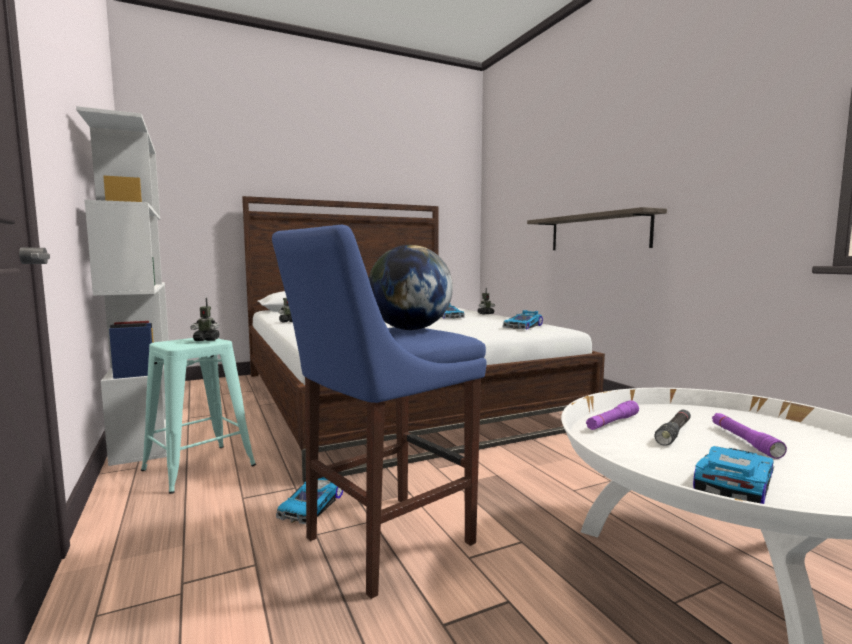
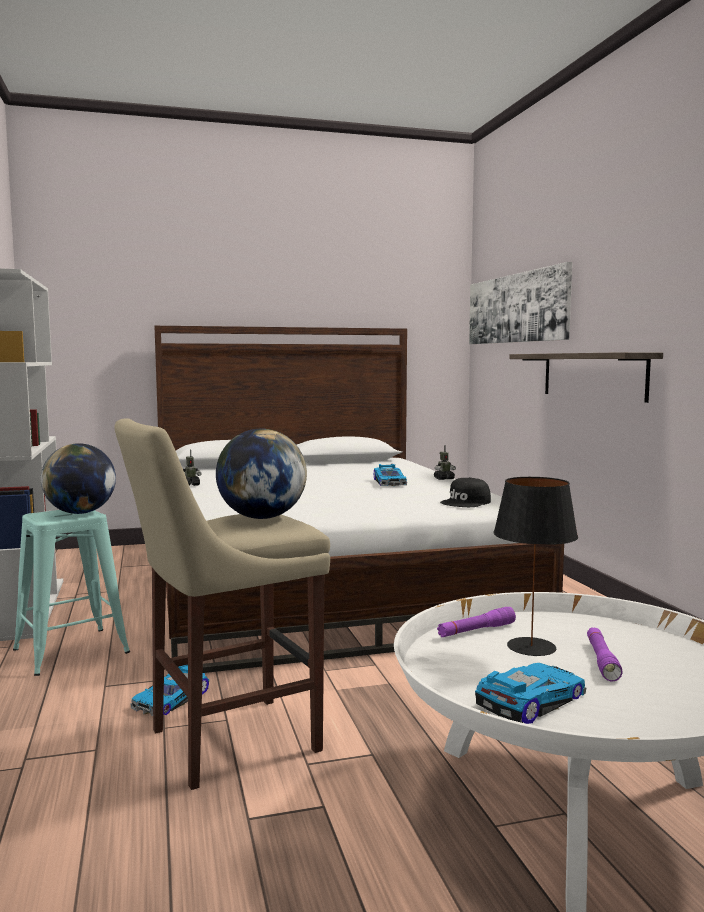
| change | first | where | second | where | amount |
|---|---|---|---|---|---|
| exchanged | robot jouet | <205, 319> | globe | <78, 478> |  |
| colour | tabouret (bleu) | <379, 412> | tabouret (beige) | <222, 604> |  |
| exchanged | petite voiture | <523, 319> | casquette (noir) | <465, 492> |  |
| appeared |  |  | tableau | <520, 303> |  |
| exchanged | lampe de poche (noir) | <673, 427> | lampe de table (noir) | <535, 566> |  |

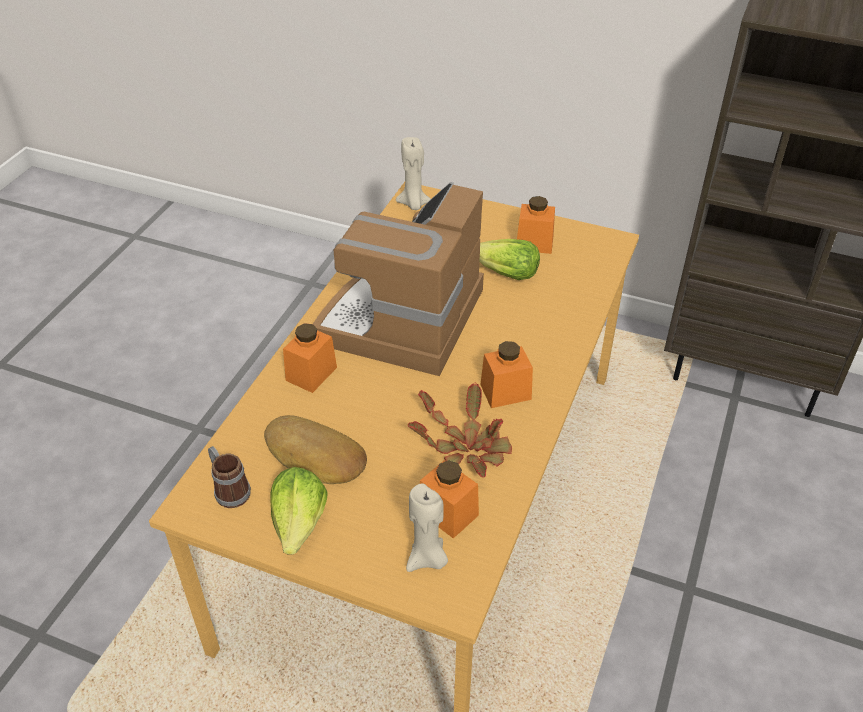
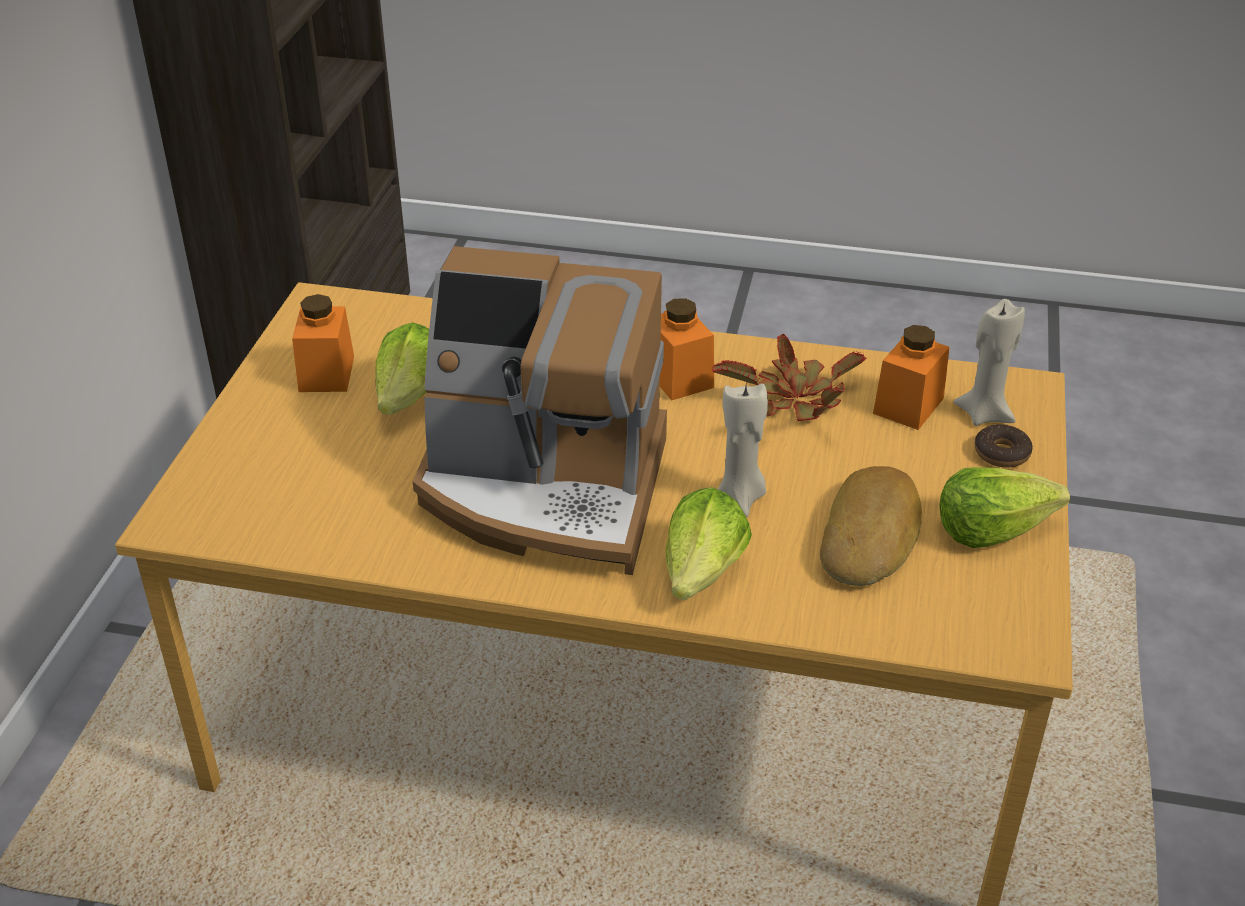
| change | first | where | second | where | amount |
|---|---|---|---|---|---|
| exchanged | bocal (orange) | <310, 358> | laitue | <709, 543> |  |
| relocated | bougie (beige) | <413, 173> |  | <743, 450> |  |
| appeared |  |  | beignet | <1004, 446> |  |
| missing | mug | <229, 477> |  |  |  |

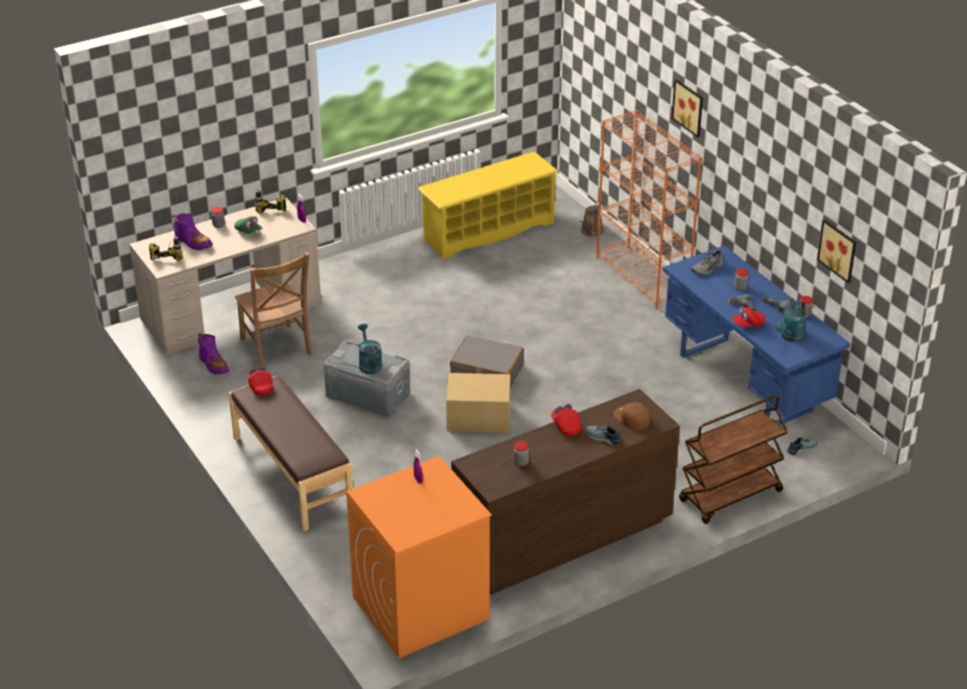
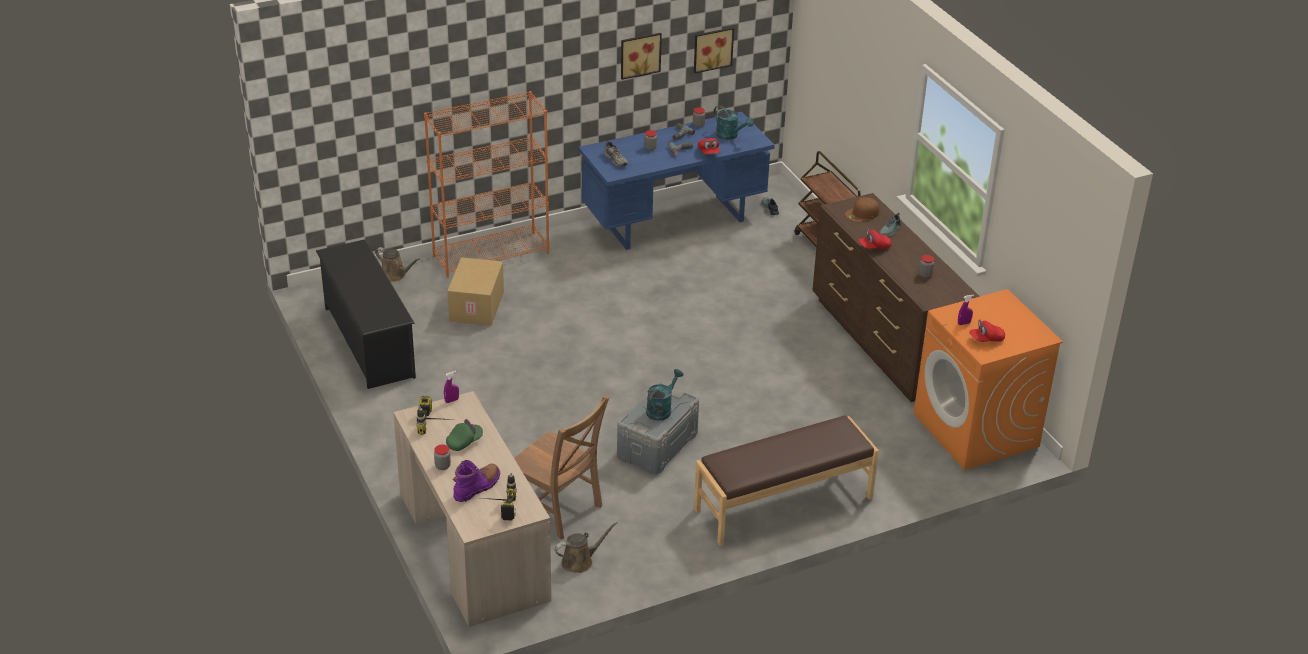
| change | first | where | second | where | amount |
|---|---|---|---|---|---|
| colour | étagère à chaussures (jaune) | <488, 205> | étagère à chaussures (noir) | <366, 314> |  |
| relocated | carton | <478, 403> |  | <475, 291> |  |
| spun | chaise (marron) | <274, 309> |  | <562, 467> | 60 degrees clockwise |
| exchanged | botte (violet) | <213, 354> | arrosoir (marron) | <586, 547> |  |
| relocated | tableau | <687, 108> |  | <641, 56> |  |
| spun | arrosoir (turquoise) | <370, 349> |  | <664, 395> | 135 degrees clockwise |
| relocated | casquette (rouge) | <260, 381> |  | <987, 331> |  |
| missing | valise (gris) | <487, 361> |  |  |  |

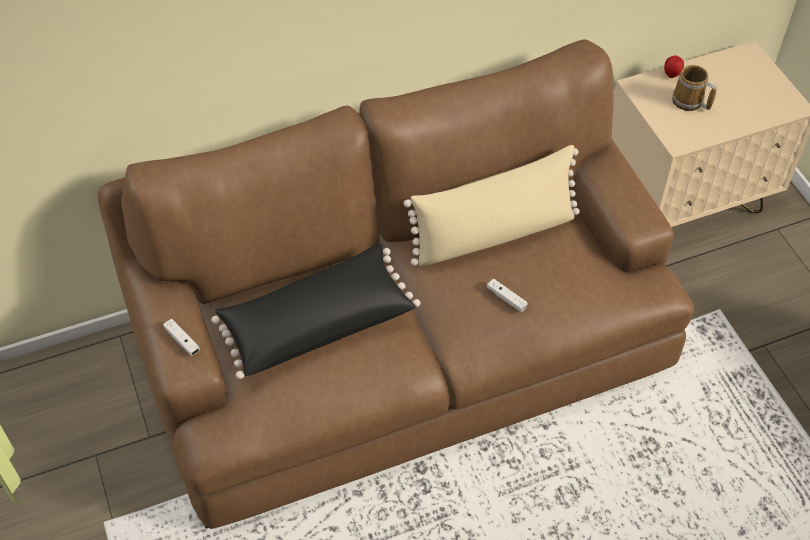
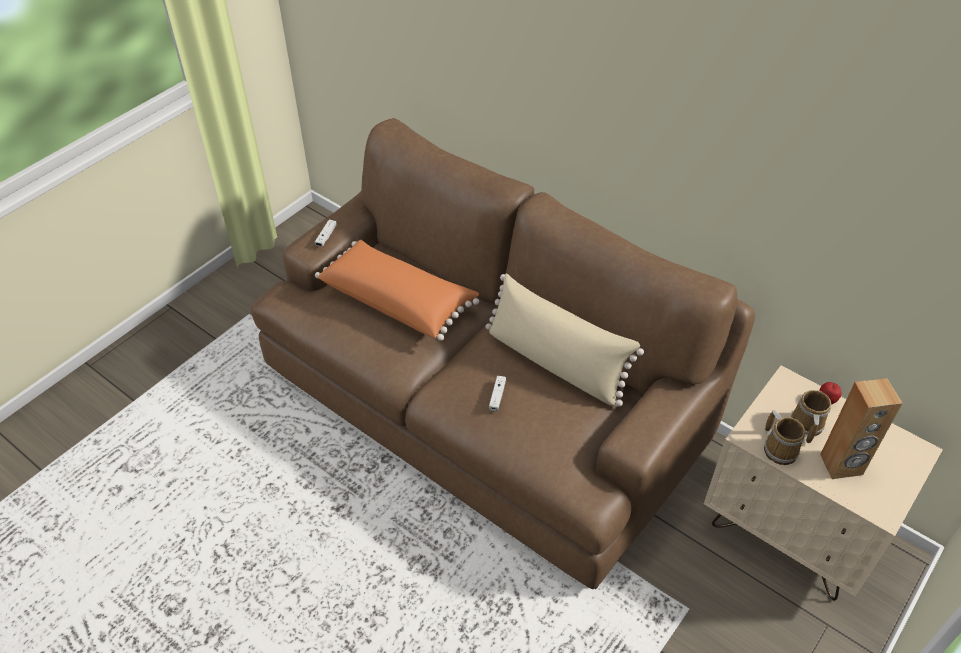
| change | first | where | second | where | amount |
|---|---|---|---|---|---|
| colour | coussin (noir) | <315, 311> | coussin (orange) | <397, 290> |  |
| appeared |  |  | mug | <784, 437> |  |
| appeared |  |  | enceinte (marron) | <861, 428> |  |

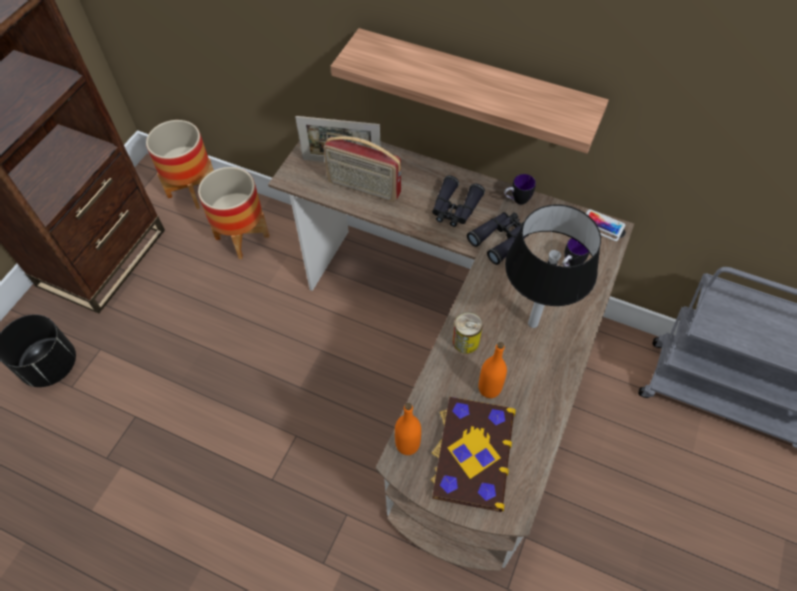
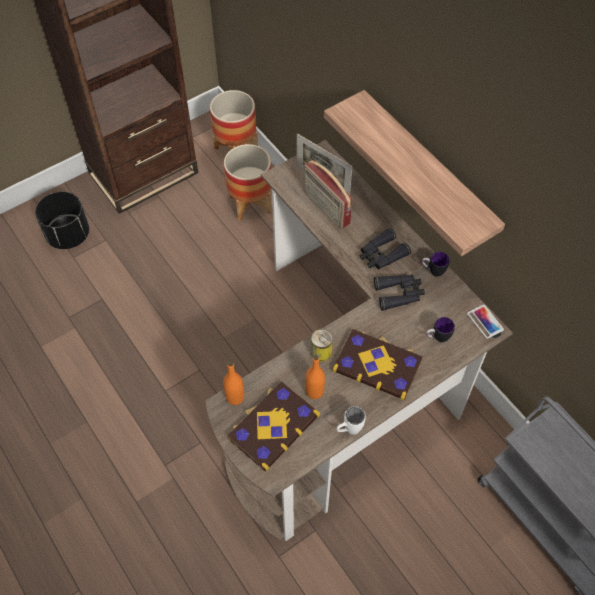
| change | first | where | second | where | amount |
|---|---|---|---|---|---|
| exchanged | lampe de table (noir) | <553, 266> | livre | <377, 364> |  |
| appeared |  |  | mug (blanc) | <351, 420> |  |

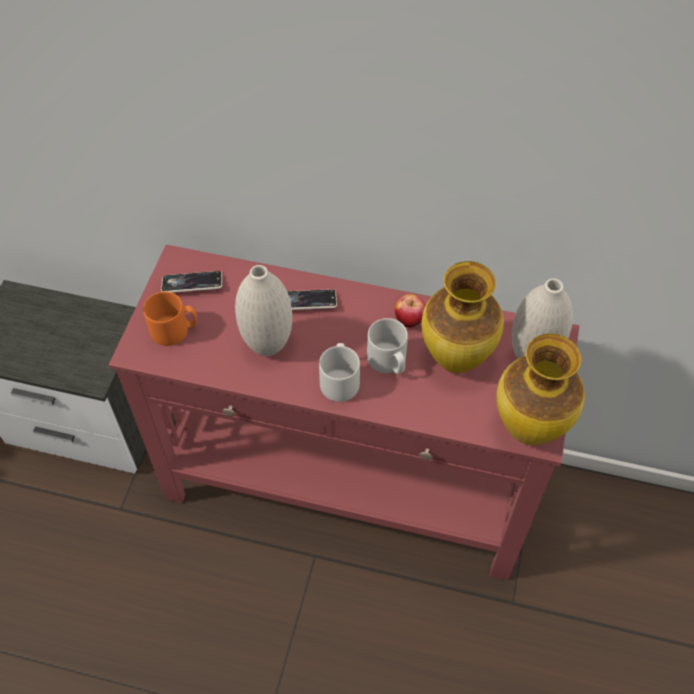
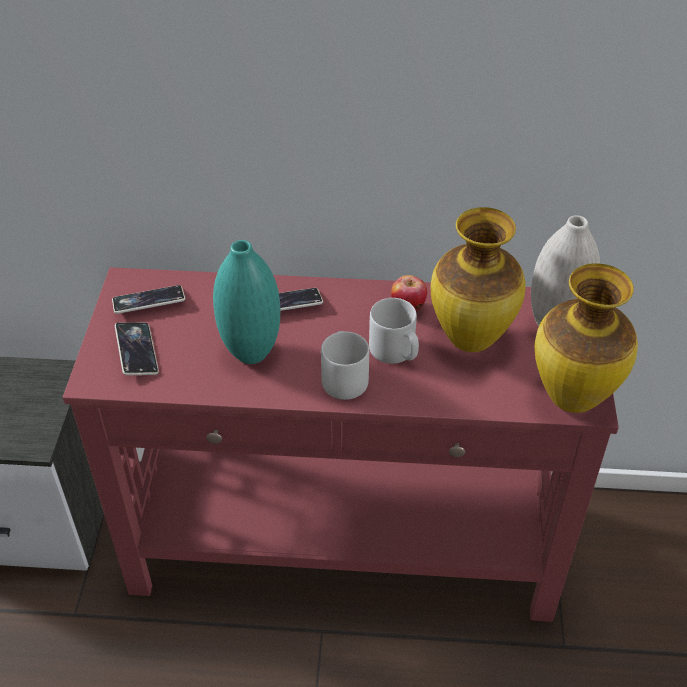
| change | first | where | second | where | amount |
|---|---|---|---|---|---|
| exchanged | mug (orange) | <170, 318> | téléphone | <137, 349> |  |
| colour | vase (blanc) | <263, 310> | vase (turquoise) | <246, 302> |  |

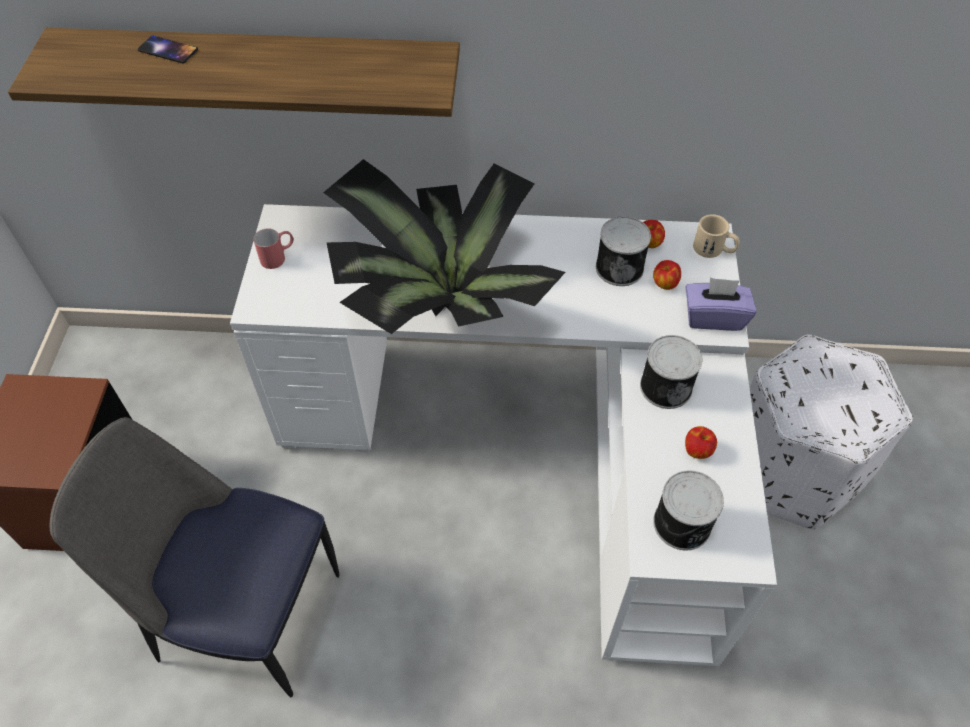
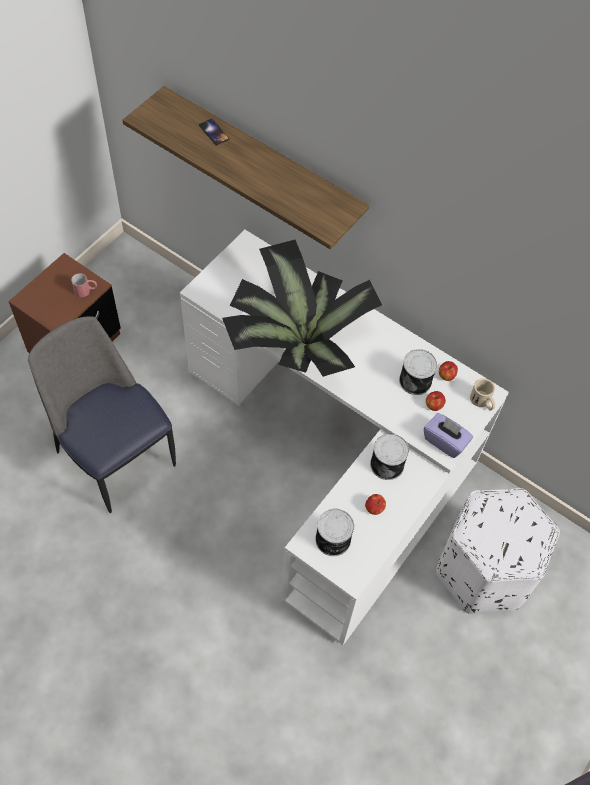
| change | first | where | second | where | amount |
|---|---|---|---|---|---|
| relocated | mug (rouge) | <273, 248> |  | <84, 285> |  |

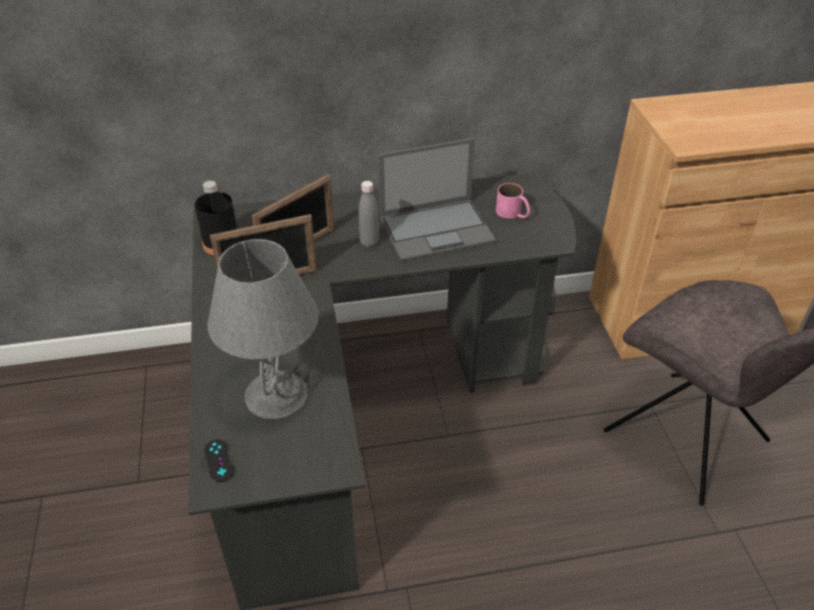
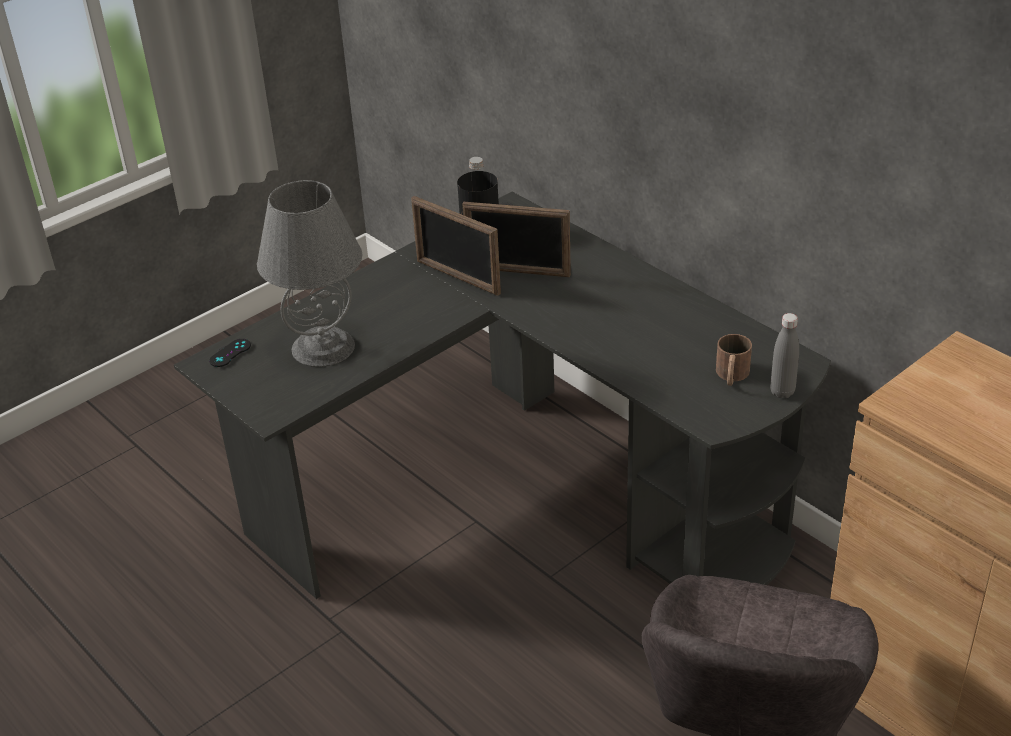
| change | first | where | second | where | amount |
|---|---|---|---|---|---|
| colour | mug (rose) | <513, 201> | mug (marron) | <734, 360> |  |
| relocated | bouteille (gris) | <369, 214> |  | <784, 355> |  |
| missing | ordinateur portable | <437, 200> |  |  |  |

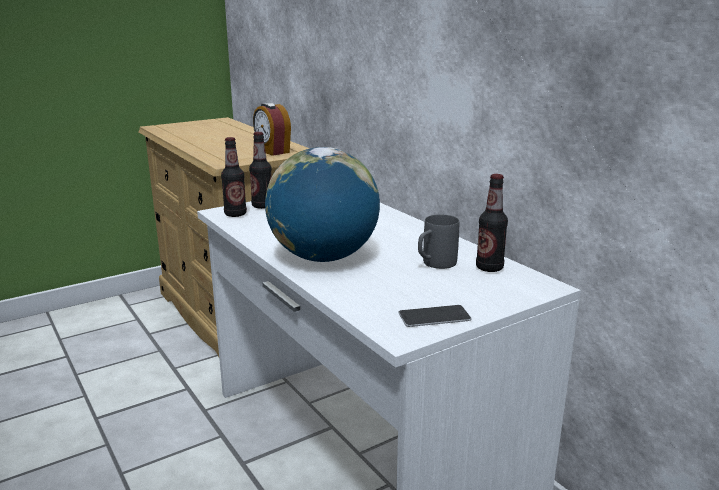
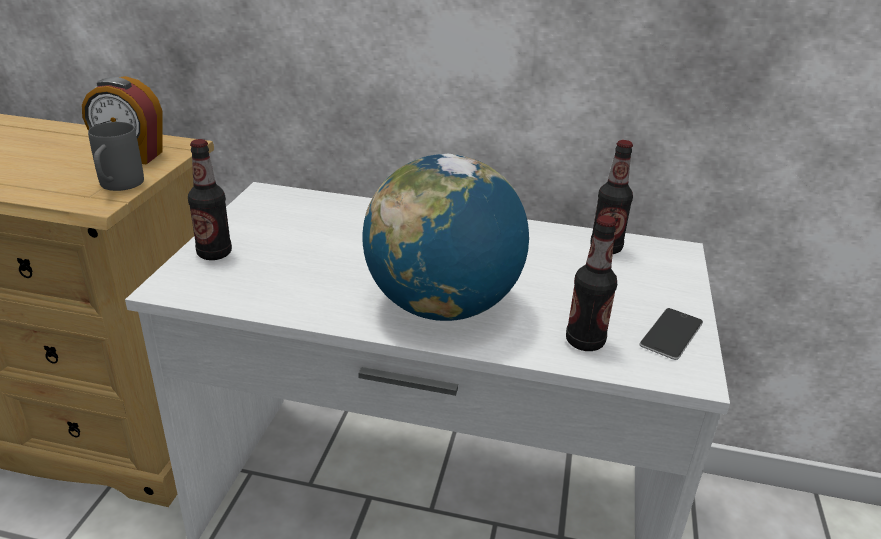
| change | first | where | second | where | amount |
|---|---|---|---|---|---|
| relocated | mug (gris) | <438, 242> |  | <116, 156> |  |
| relocated | bouteille | <234, 177> |  | <591, 283> |  |

